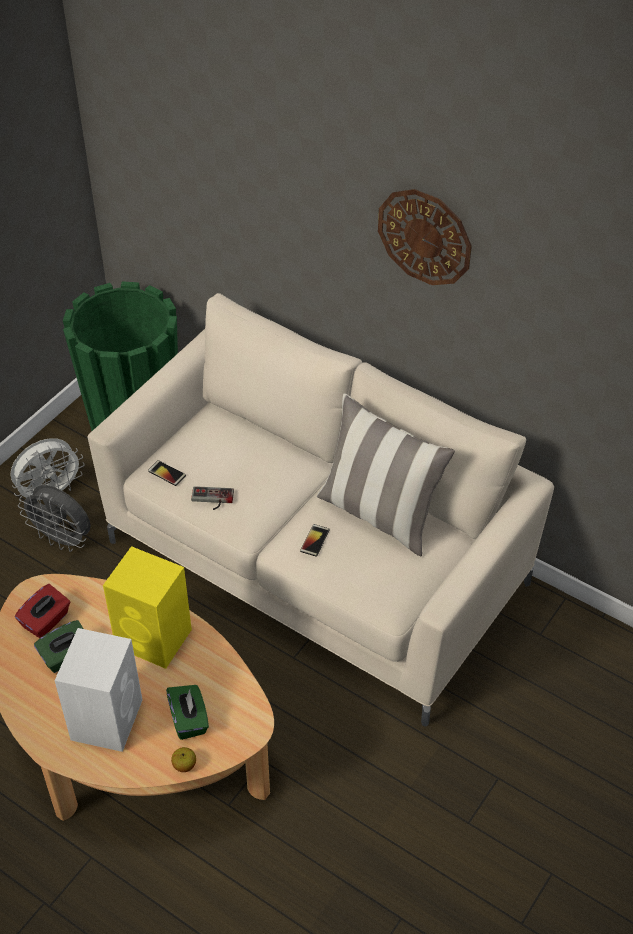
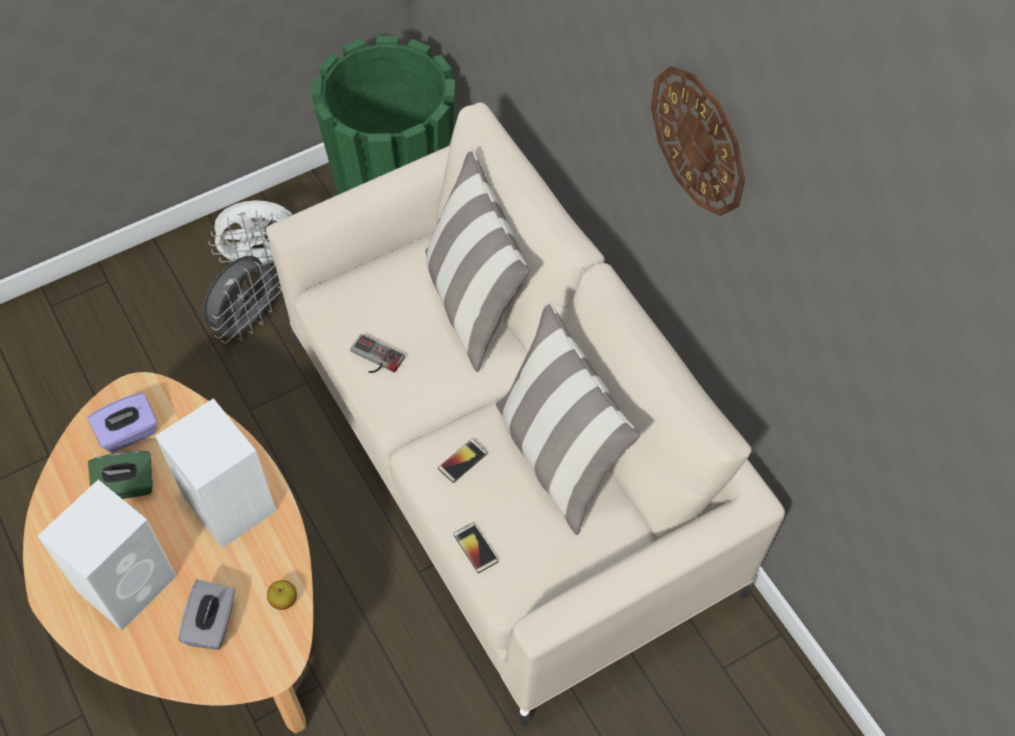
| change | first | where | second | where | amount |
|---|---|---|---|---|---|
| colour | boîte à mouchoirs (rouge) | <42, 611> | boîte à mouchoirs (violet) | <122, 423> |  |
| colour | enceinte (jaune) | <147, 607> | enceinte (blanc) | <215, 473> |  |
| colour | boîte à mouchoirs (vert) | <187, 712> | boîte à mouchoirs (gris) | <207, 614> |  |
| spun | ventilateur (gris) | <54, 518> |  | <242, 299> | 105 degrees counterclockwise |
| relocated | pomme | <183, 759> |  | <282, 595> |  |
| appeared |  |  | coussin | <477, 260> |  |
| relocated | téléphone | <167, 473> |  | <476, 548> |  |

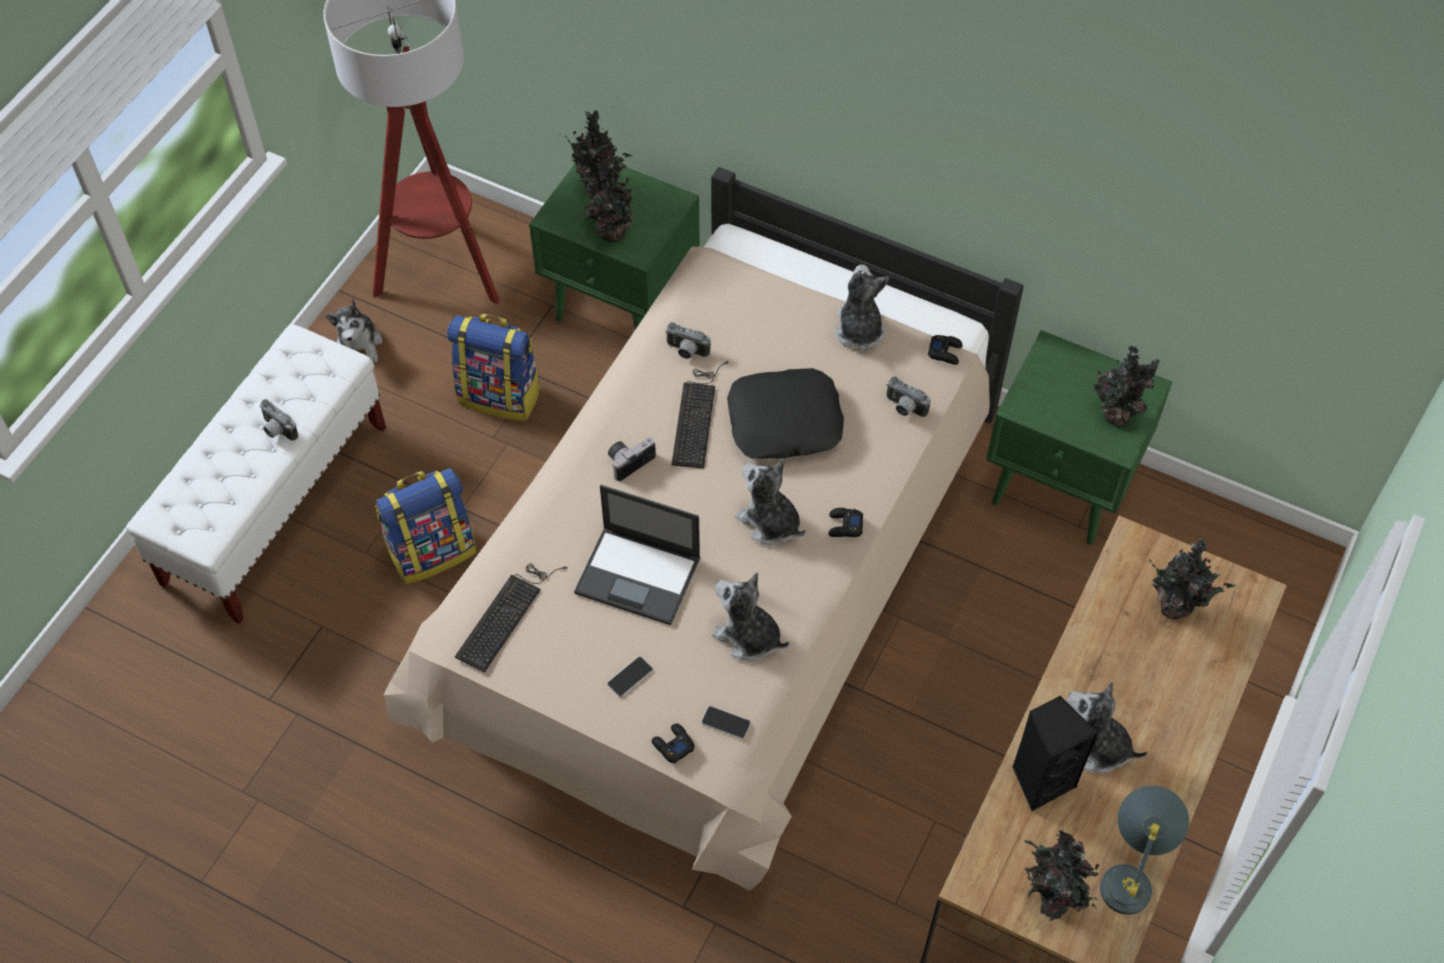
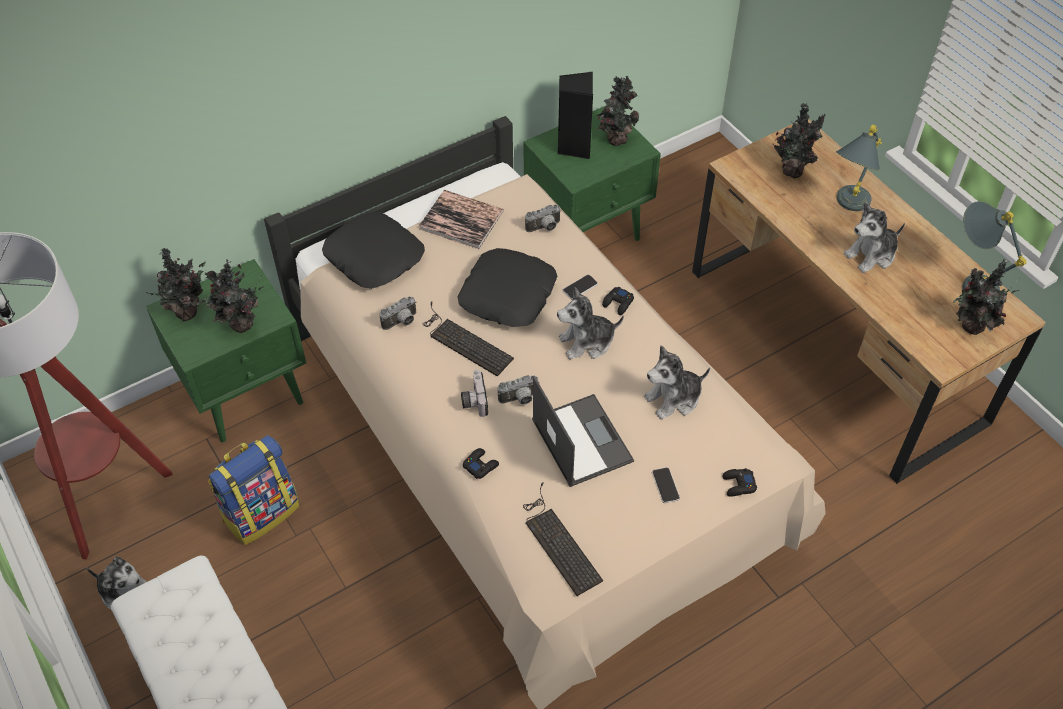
| change | first | where | second | where | amount |
|---|---|---|---|---|---|
| appeared |  |  | coussin (noir) | <373, 250> |  |
| exchanged | peluche | <861, 307> | livre | <461, 219> |  |
| relocated | manette (noir) | <945, 350> |  | <481, 463> |  |
| relocated | appareil photo | <279, 420> |  | <519, 390> |  |
| spun | ordinateur portable | <637, 555> |  | <583, 431> | 75 degrees counterclockwise |
| relocated | enceinte (noir) | <1055, 754> |  | <575, 115> |  |
| relocated | téléphone | <726, 722> |  | <580, 287> |  |
| appeared |  |  | lampe de table (gris) | <859, 168> |  |
| missing | sac à dos | <426, 526> |  |  |  |

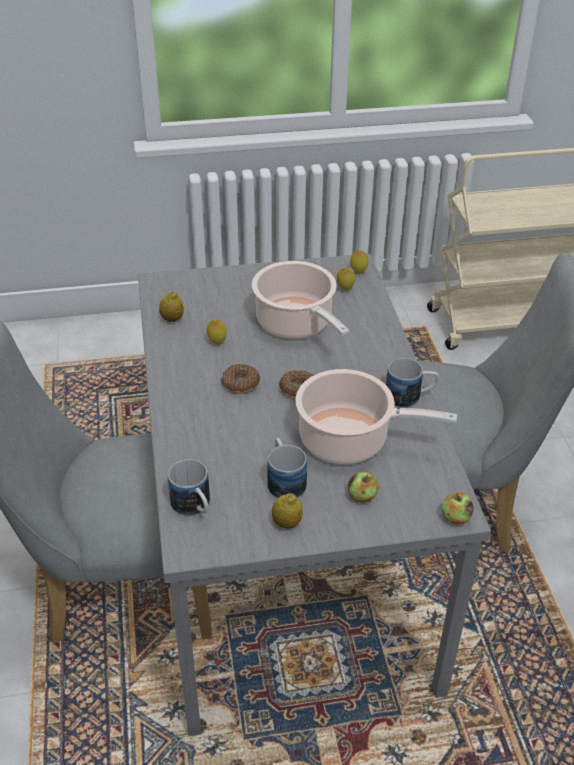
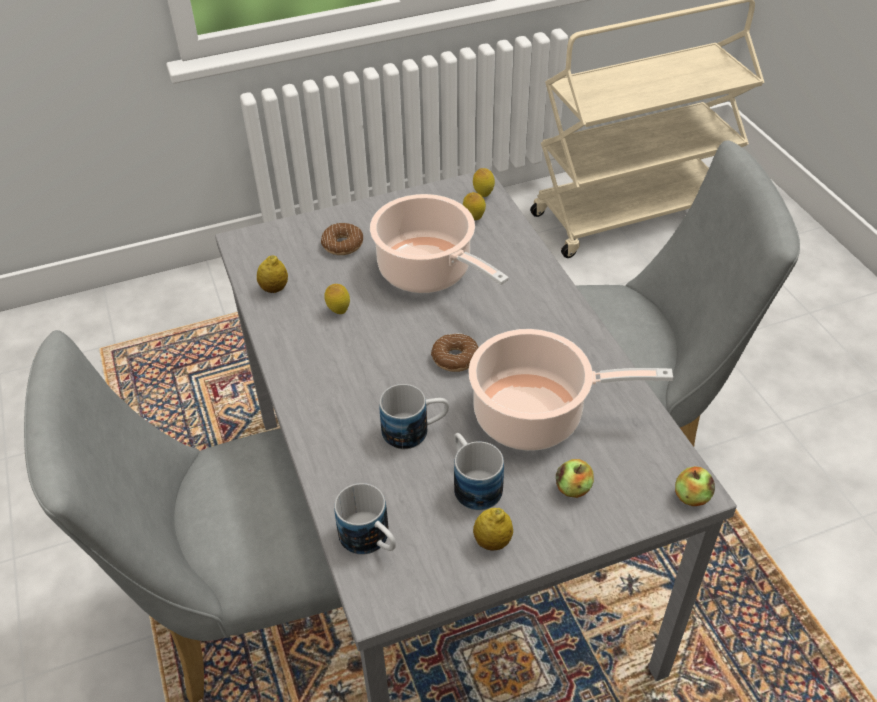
| change | first | where | second | where | amount |
|---|---|---|---|---|---|
| relocated | beignet | <240, 379> |  | <342, 239> |  |
| relocated | mug | <413, 383> |  | <414, 416> |  |

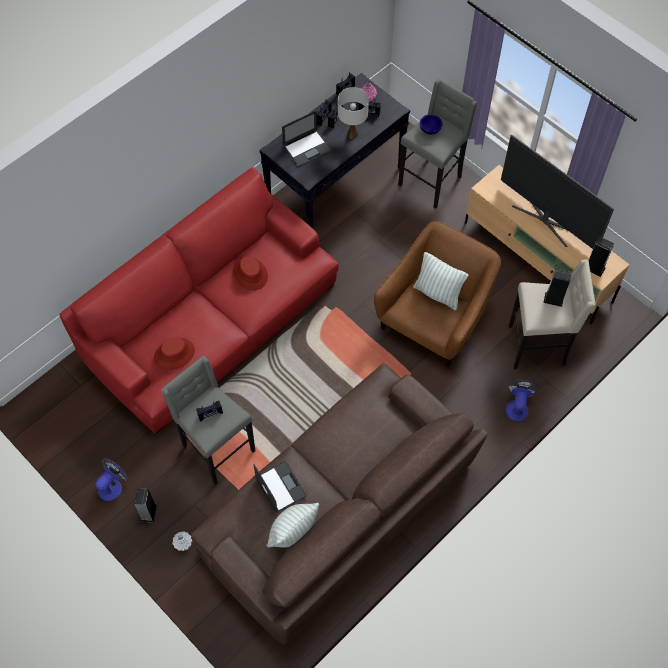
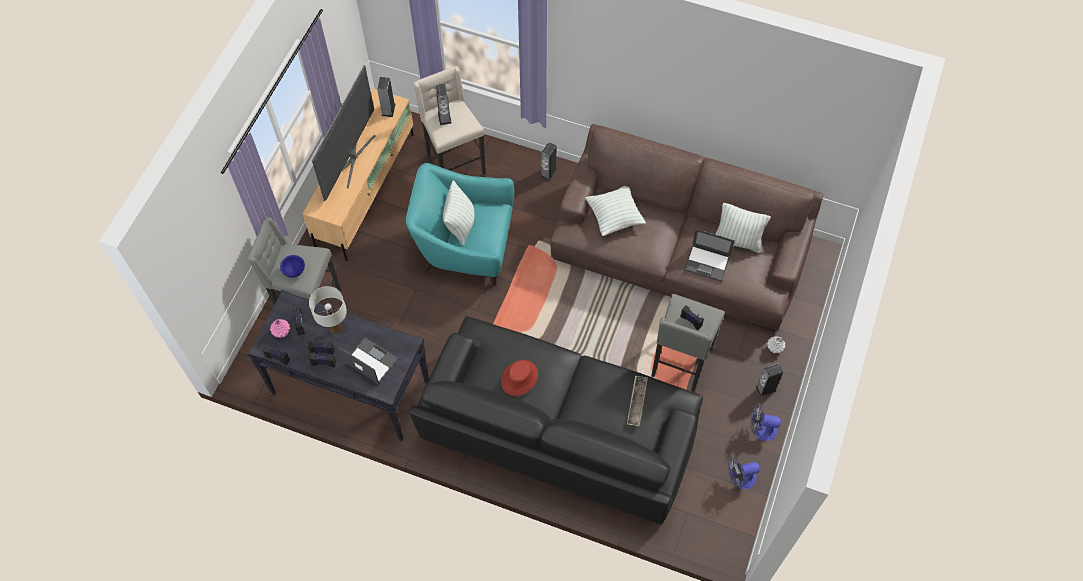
| change | first | where | second | where | amount |
|---|---|---|---|---|---|
| colour | fauteuil (marron) | <437, 294> | fauteuil (turquoise) | <460, 224> |  |
| colour | canapé (rouge) | <199, 300> | canapé (noir) | <556, 420> |  |
| appeared |  |  | enceinte | <548, 161> |  |
| appeared |  |  | coussin | <615, 211> |  |
| exchanged | chapeau (rouge) | <174, 353> | plateau | <637, 401> |  |
| spun | ordinateur portable | <280, 487> |  | <709, 255> | 105 degrees counterclockwise |
| relocated | ventilateur | <522, 400> |  | <744, 473> |  |

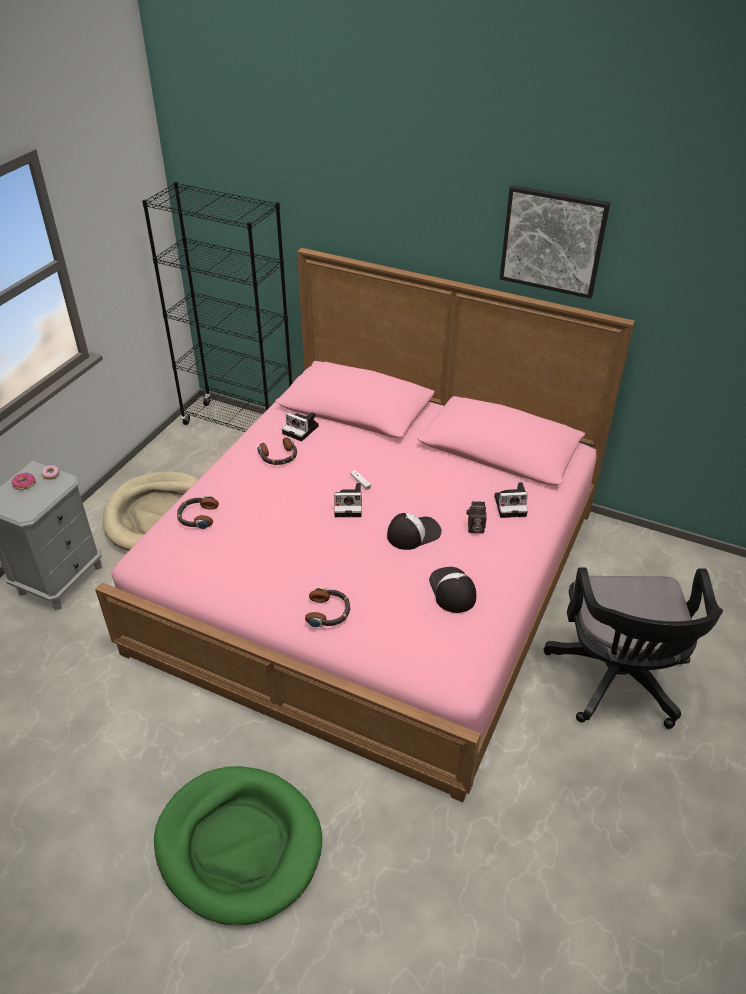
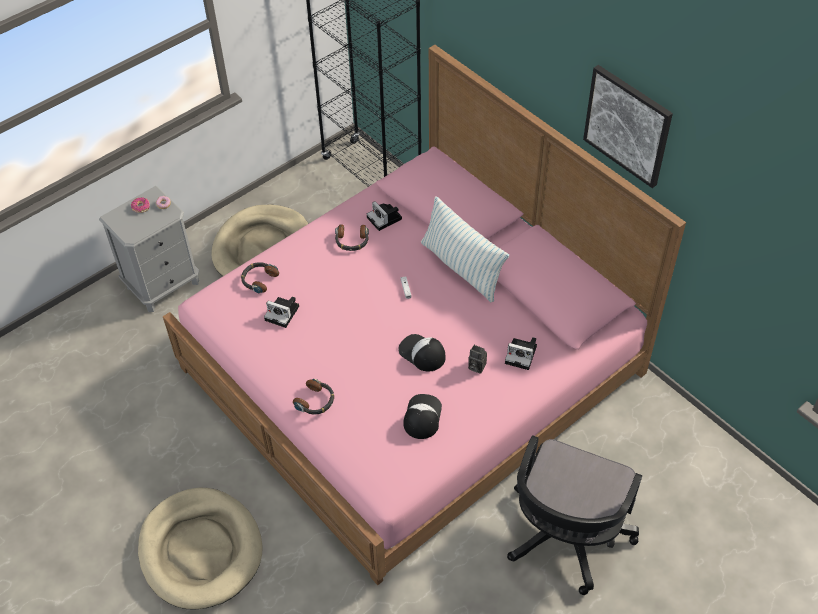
| change | first | where | second | where | amount |
|---|---|---|---|---|---|
| colour | panier pour chien (vert) | <238, 845> | panier pour chien (beige) | <200, 549> |  |
| relocated | appareil photo | <348, 500> |  | <281, 312> |  |
| spun | casquette | <414, 531> |  | <422, 352> | 135 degrees counterclockwise |
| appeared |  |  | coussin | <465, 249> |  |

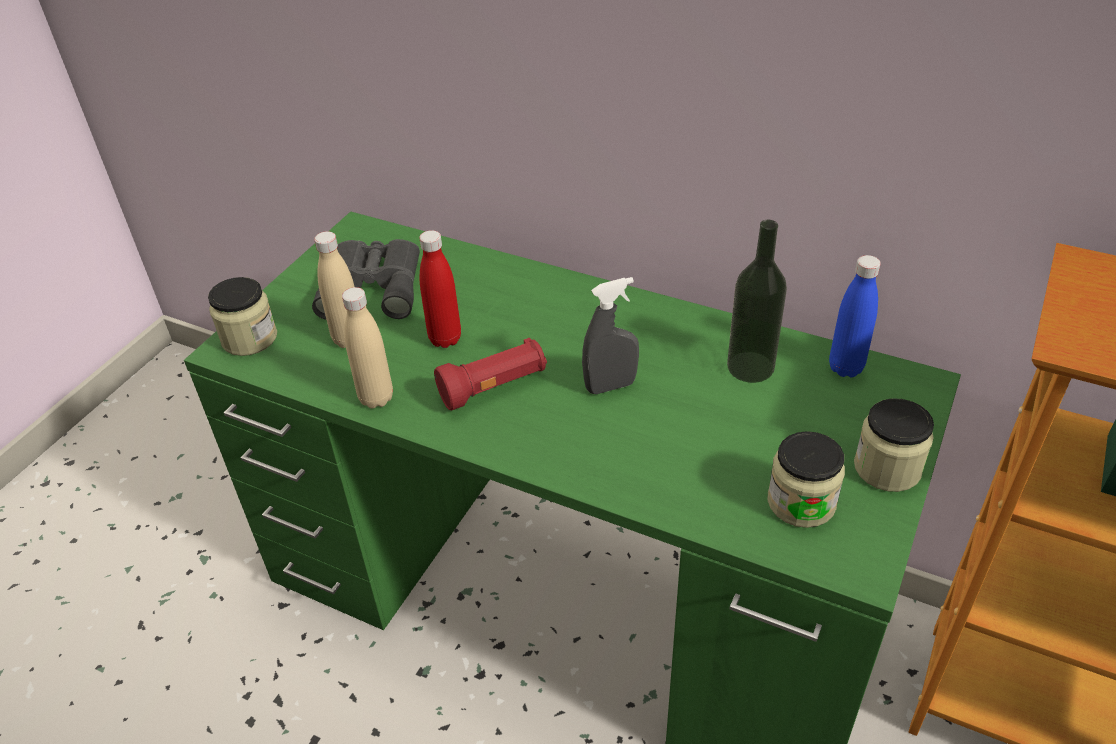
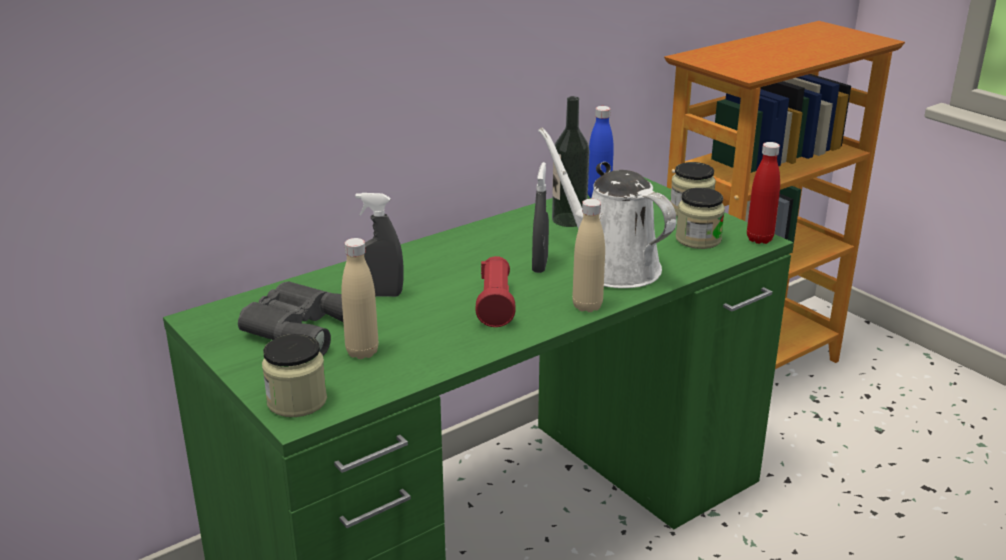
| change | first | where | second | where | amount |
|---|---|---|---|---|---|
| appeared |  |  | vaporisateur (gris) | <379, 245> |  |
| appeared |  |  | arrosoir (blanc) | <607, 208> |  |
| relocated | bouteille (beige) | <367, 347> |  | <588, 255> |  |
| relocated | bouteille (rouge) | <440, 289> |  | <763, 193> |  |

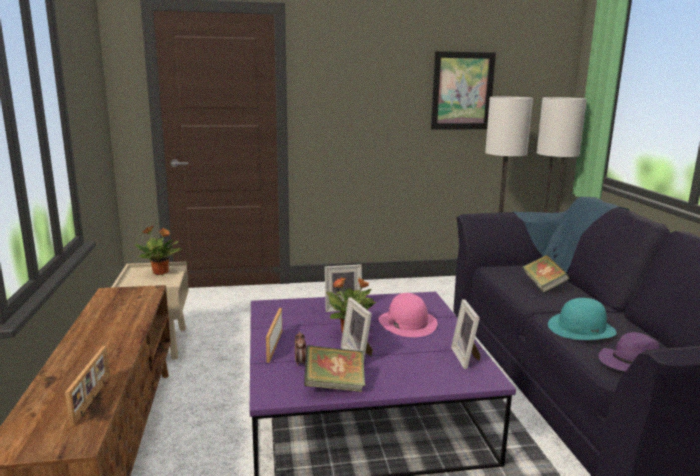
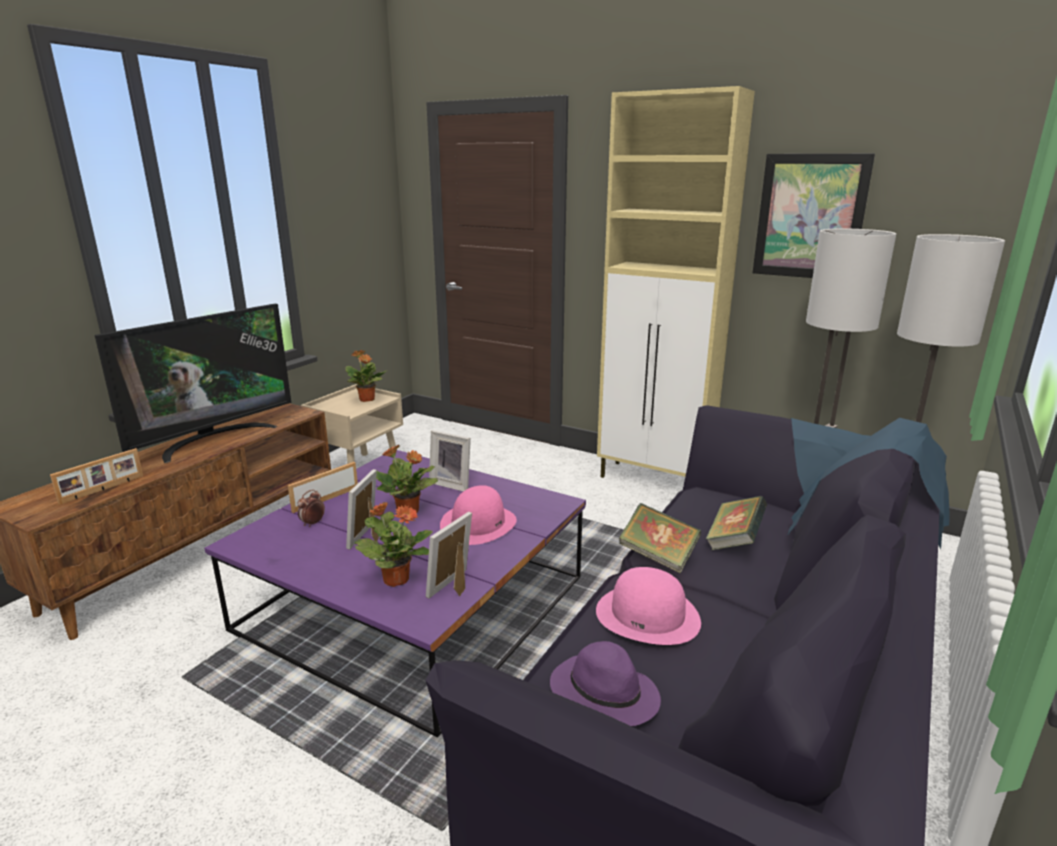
| change | first | where | second | where | amount |
|---|---|---|---|---|---|
| appeared |  |  | téléviseur | <193, 383> |  |
| appeared |  |  | plante en pot | <393, 544> |  |
| colour | chapeau (turquoise) | <582, 319> | chapeau (rose) | <648, 606> |  |
| appeared |  |  | meuble de rangement (beige) | <676, 282> |  |
| relocated | livre | <334, 368> |  | <660, 538> |  |

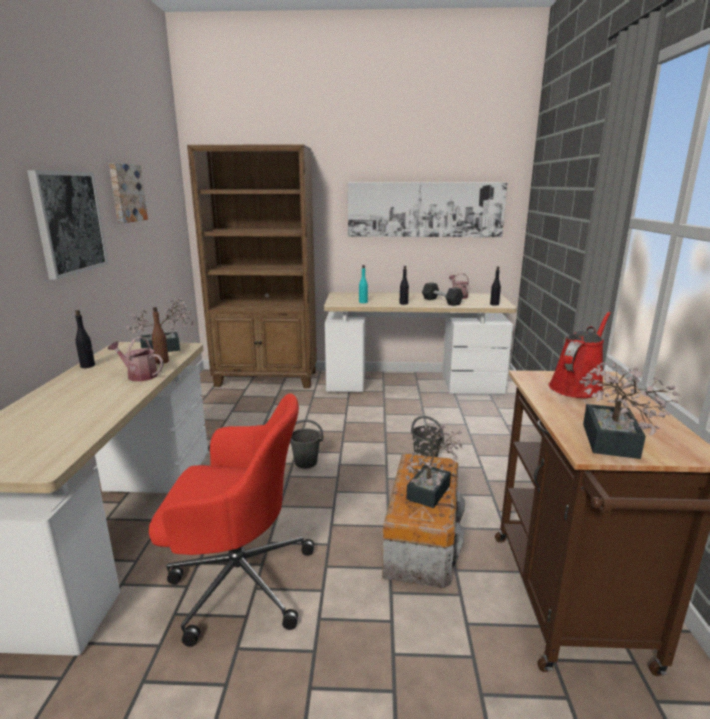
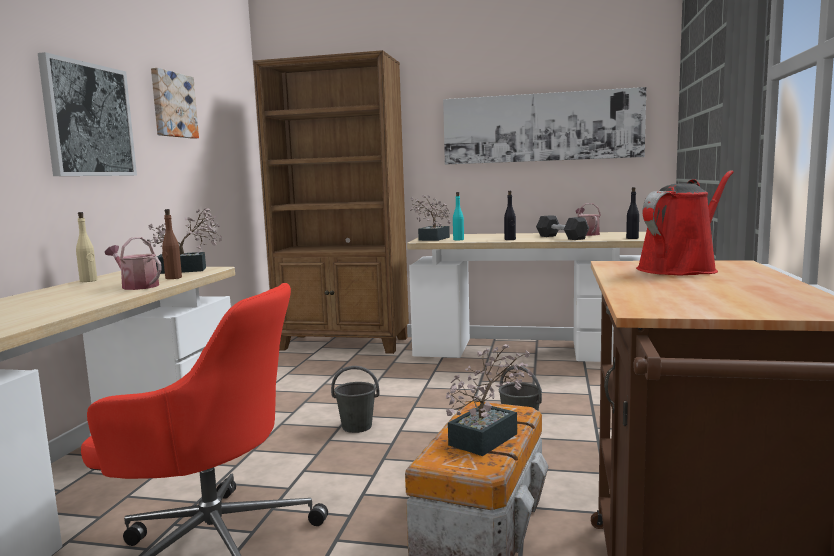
| change | first | where | second | where | amount |
|---|---|---|---|---|---|
| colour | bouteille (noir) | <85, 339> | bouteille (beige) | <86, 247> |  |
| relocated | plante en pot | <630, 410> |  | <430, 218> |  |

